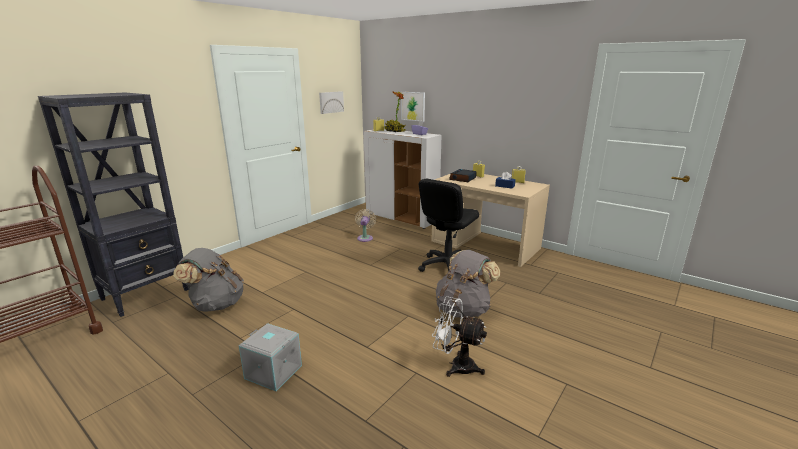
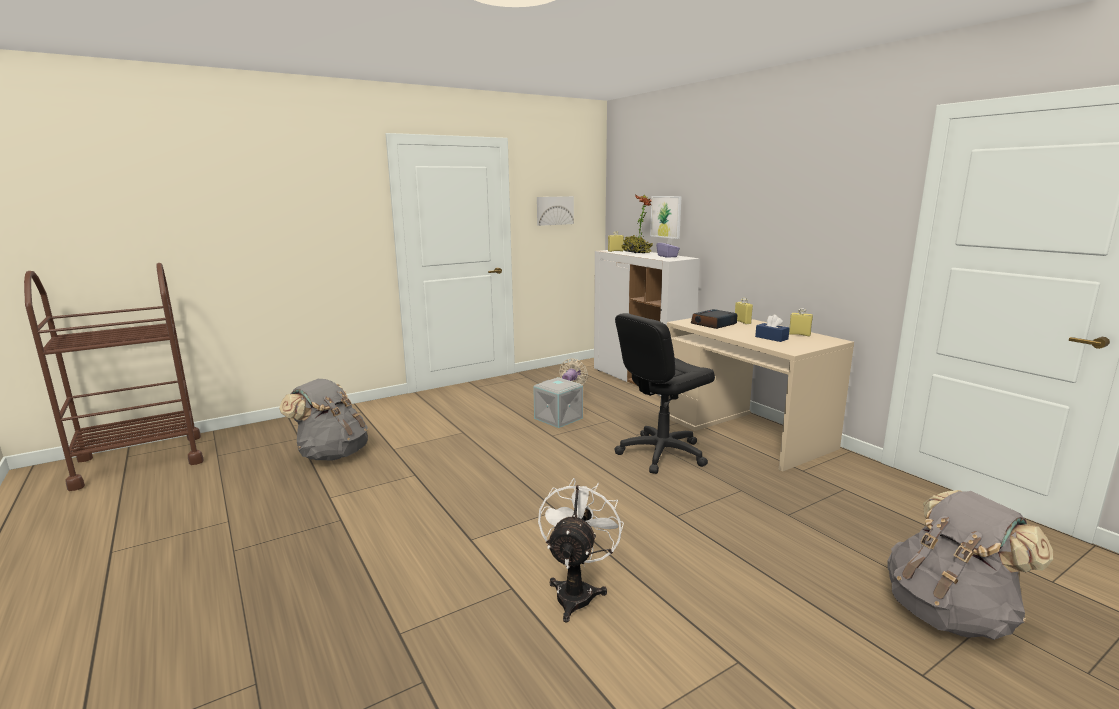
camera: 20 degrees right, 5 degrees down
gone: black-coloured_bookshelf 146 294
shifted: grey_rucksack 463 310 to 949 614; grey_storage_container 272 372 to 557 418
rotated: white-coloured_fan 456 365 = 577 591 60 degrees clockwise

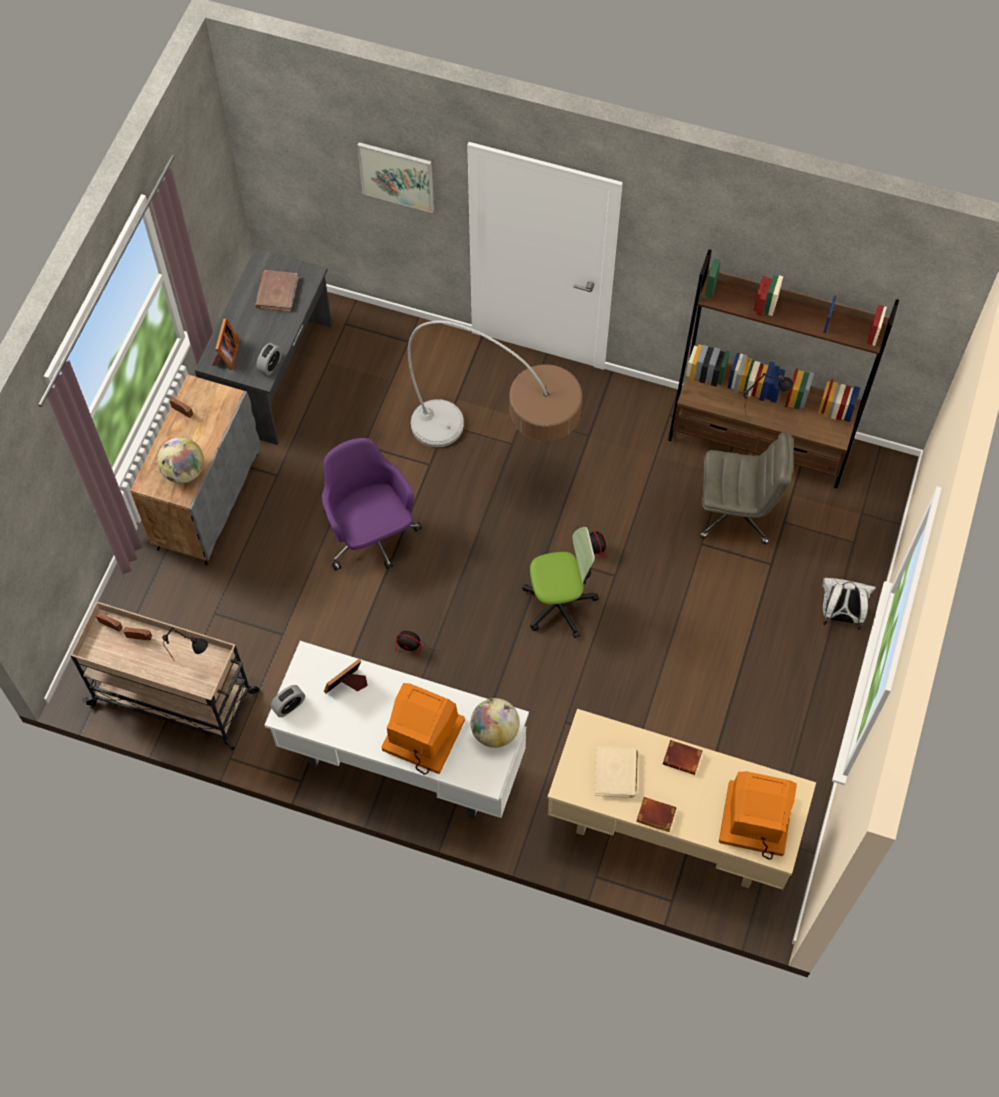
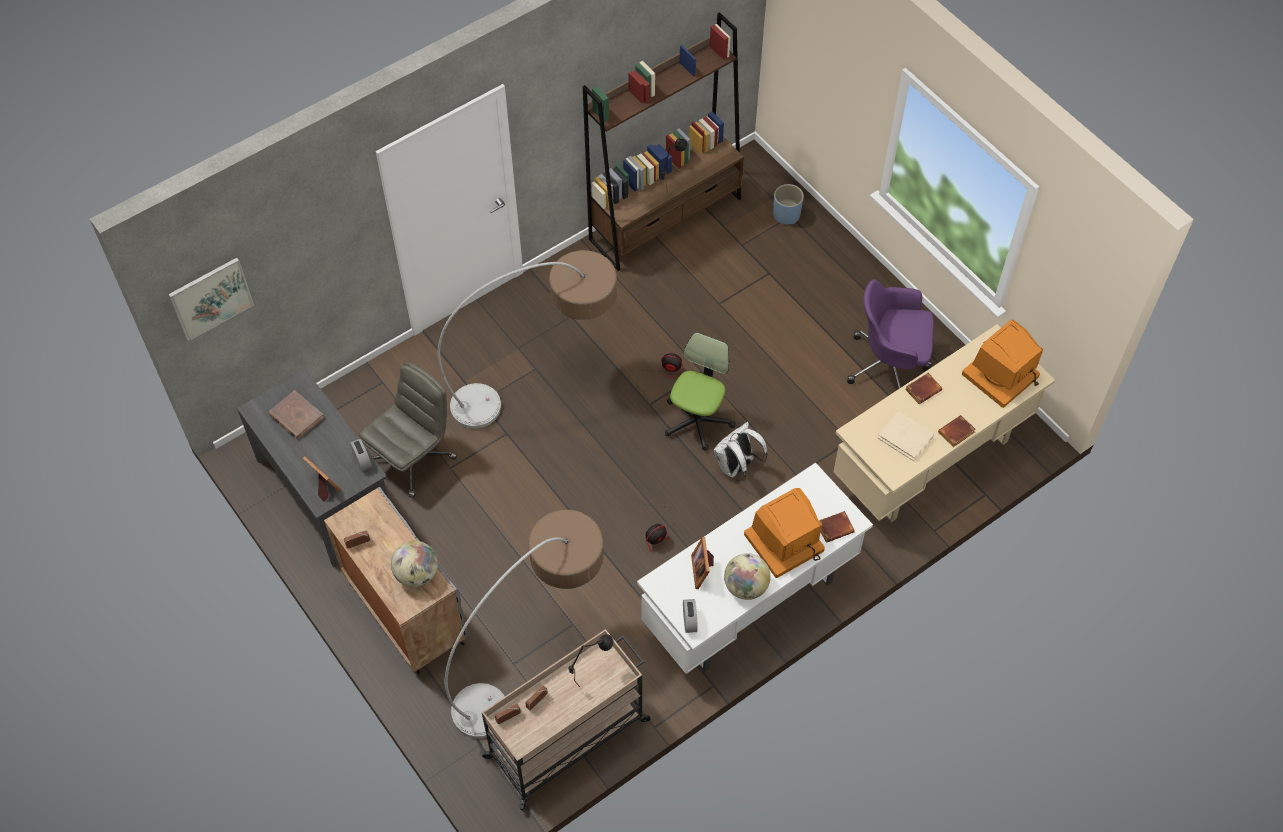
camera: 55 degrees left, 5 degrees down
new: blue-coloured_flower_pot 786 215; standard_lamp 534 658; brownish_bound_book 835 527
shifted: wall_picture 397 176 to 211 298; grey_computer_chair 736 512 to 413 459; purplish_computer_chair 371 535 to 889 365; white-coloured_rucksack 839 616 to 736 467; desk_globe 495 731 to 745 586

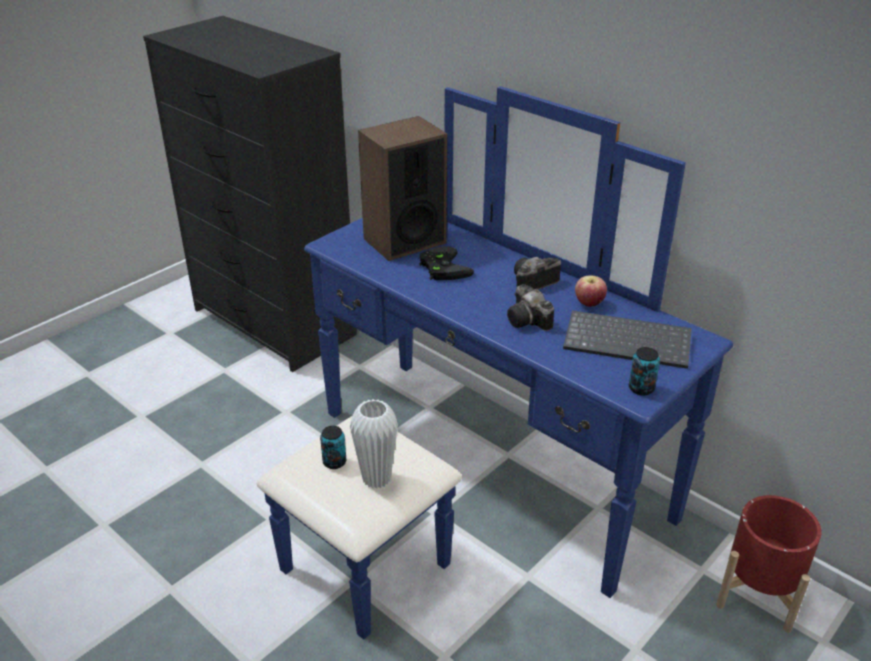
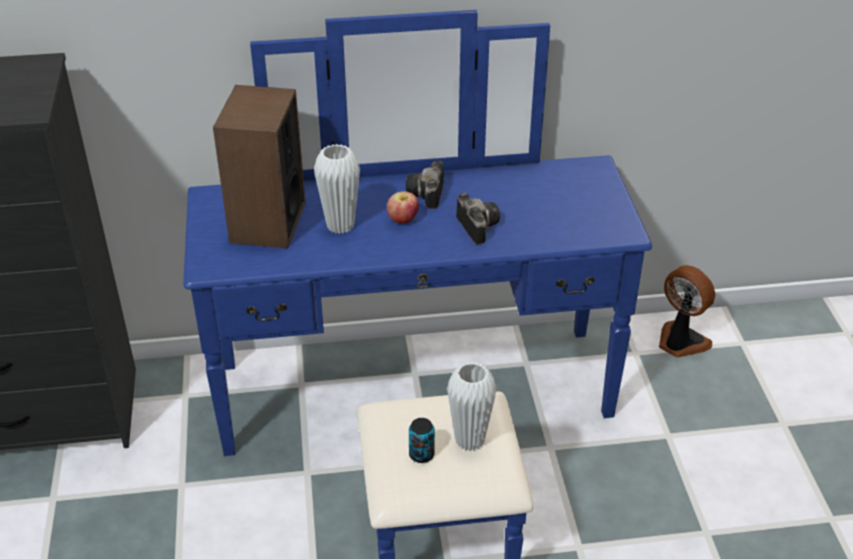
camera: 50 degrees left, 5 degrees up
gone: PC_keyboard 629 341; metal_can 641 388
shifted: whole_apple 589 303 to 403 220
swapped: black-coloured_game_controller 442 267 to white-coloured_vase 340 225; red-coloured_flower_pot 758 593 to fan 680 342
rotated: photo_camera 529 321 = 476 226 120 degrees counterclockwise

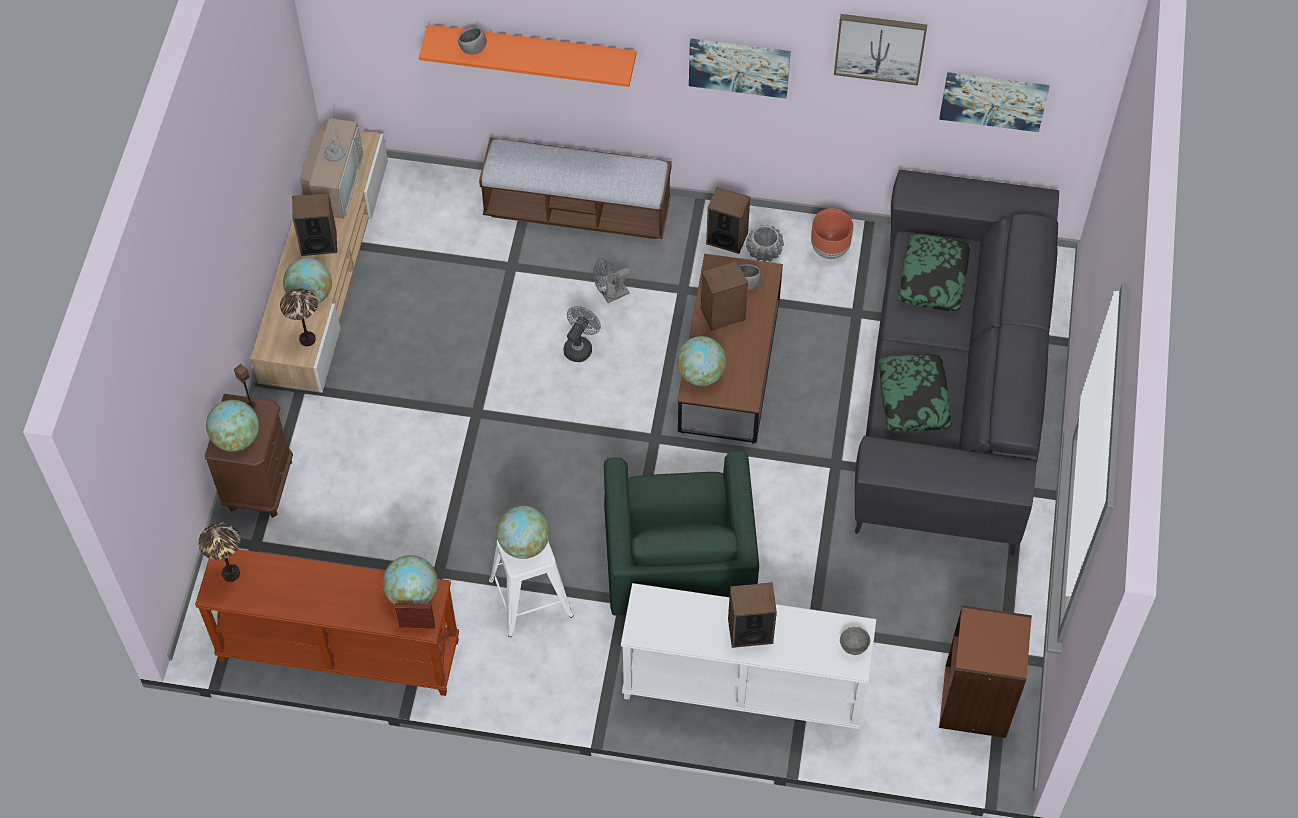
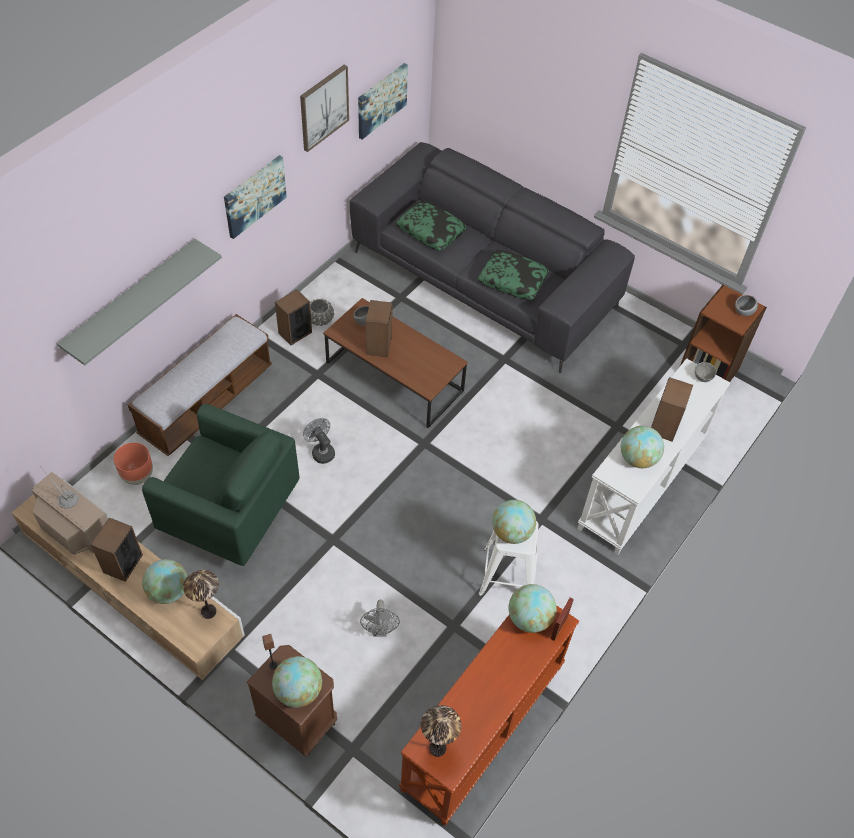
camera: 65 degrees left, 5 degrees down
shifted: grey_serving_bowl 473 49 to 743 312; brownish_flower_pot 829 249 to 137 476; grey_fan 611 295 to 380 630; desk_globe 701 374 to 638 459; green-coloured_easy_chair 678 568 to 230 514
repainted: orangey_wall_shelf 532 49 to grey_wall_shelf 132 300

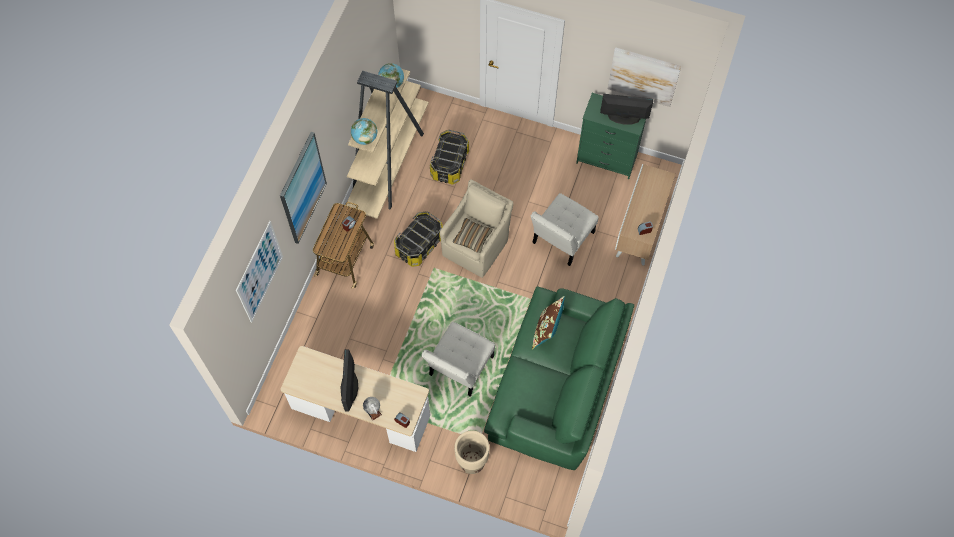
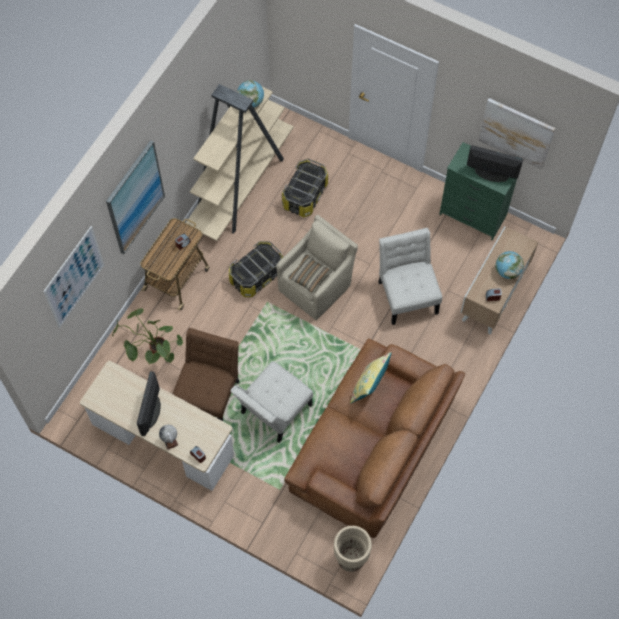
camera: 10 degrees right, 0 degrees up
new: potted_plant 152 352; brownish_chair 209 393
shifted: desk_globe 365 138 to 507 271; sand-coloured_flower_pot 472 462 to 351 559
repainted: green-coloured_sofa 557 384 to brownish_sofa 373 445; brownish_cushion 547 331 to yellow-coloured_cushion 369 386
rotated: white-coloured_chair 561 240 = 407 294 120 degrees clockwise

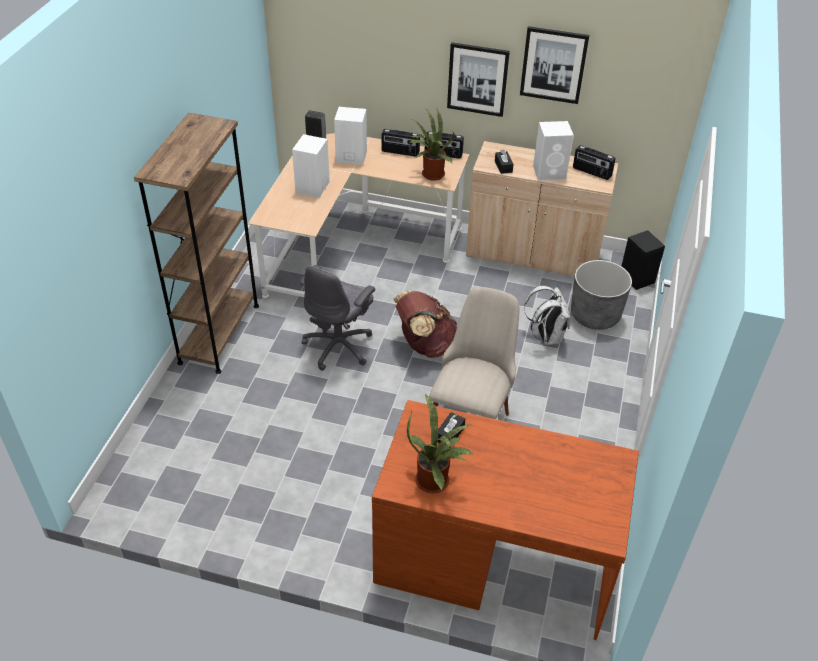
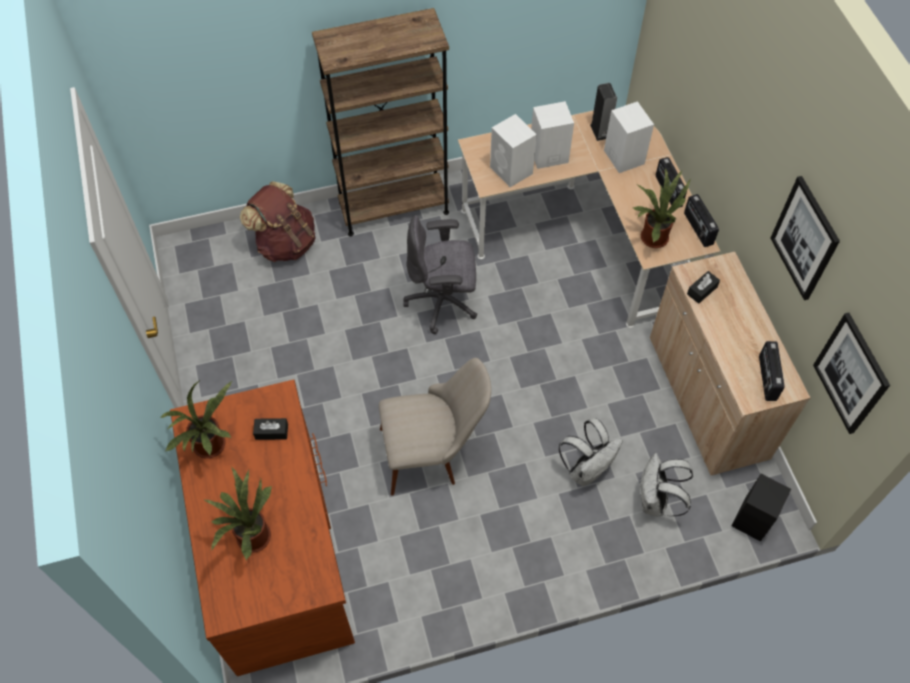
camera: 60 degrees right, 15 degrees up
new: potted_plant 251 535
shifted: wall_picture 477 79 to 851 374; white-coloured_loudspeaker 550 172 to 512 171; brownish_rucksack 424 345 to 285 243
swapped: grey_flower_pot 595 315 to white-coloured_rucksack 655 501

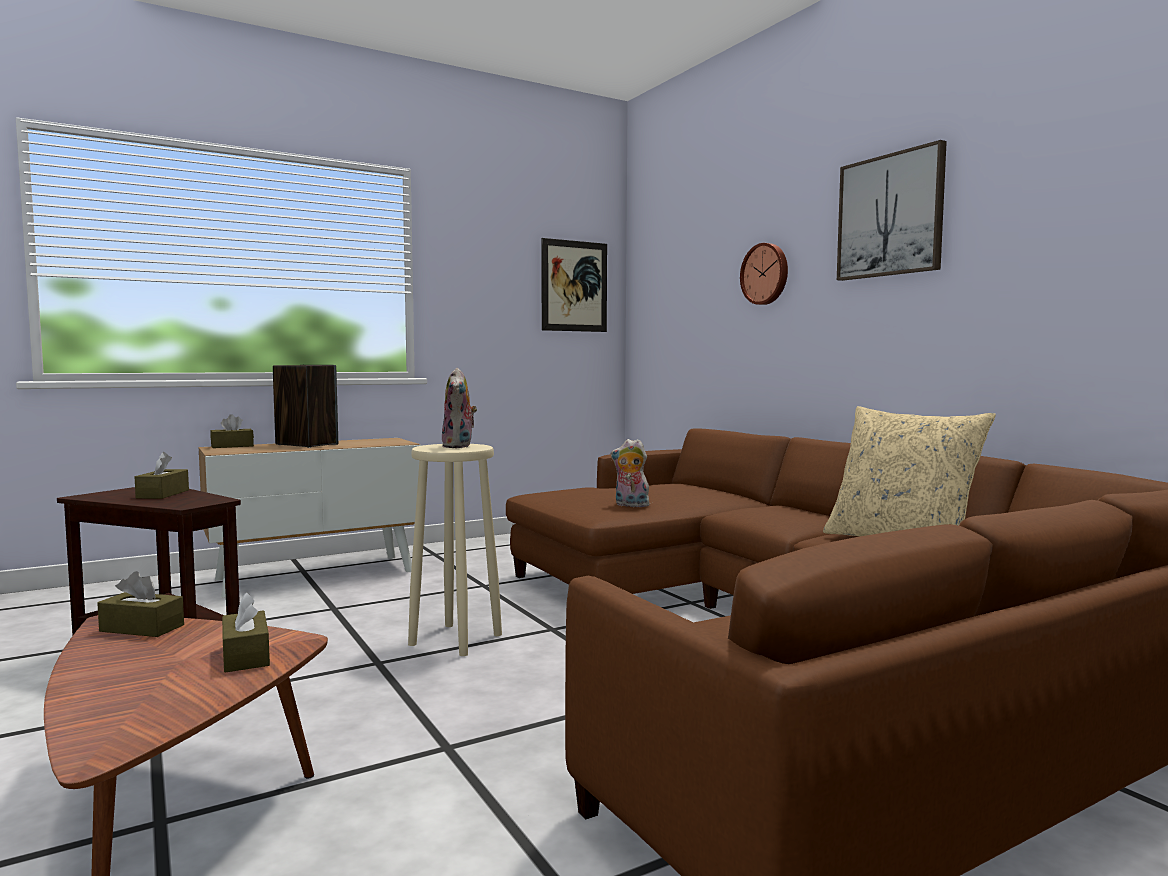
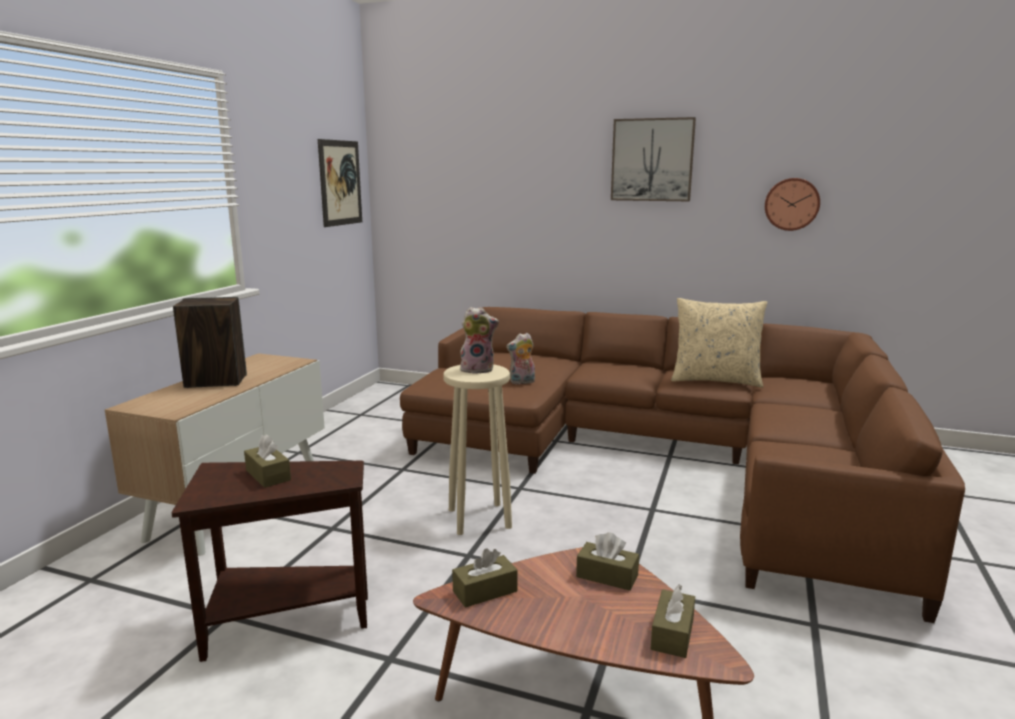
camera: 40 degrees left, 10 degrees up
shifted: clock_on_the_wall 766 274 to 791 204; brownish_tissue_holder 232 446 to 672 634
rotated: plush_toy 459 446 = 478 369 45 degrees counterclockwise

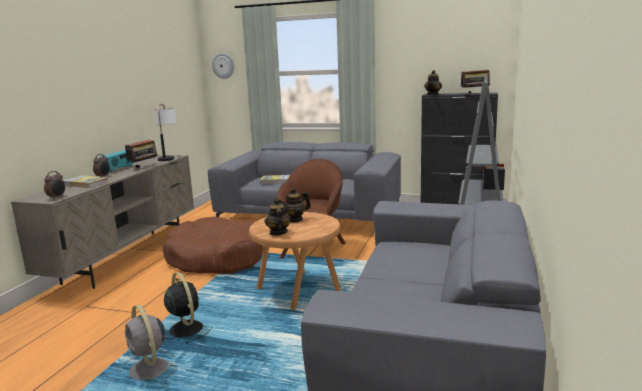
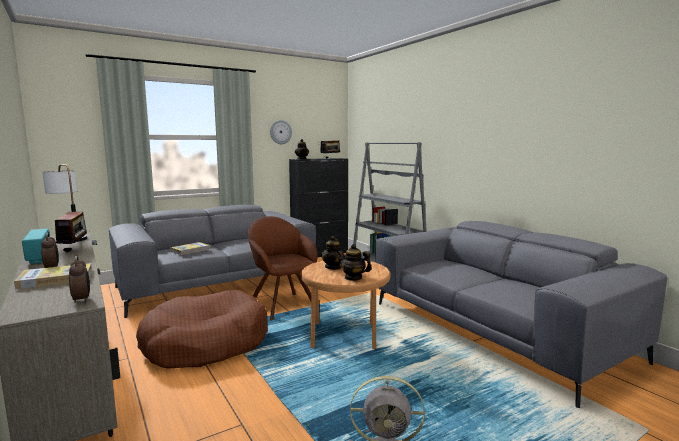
camera: 50 degrees left, 5 degrees down
gone: black-coloured_fan 185 328
shifted: clock_on_the_wall 223 65 to 280 132

